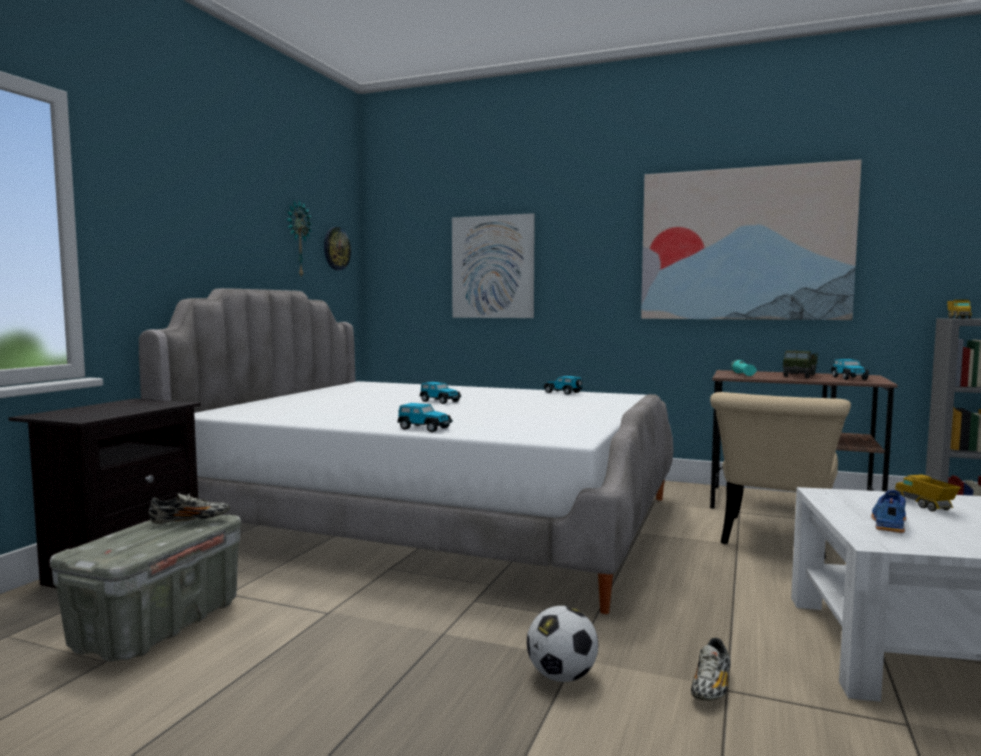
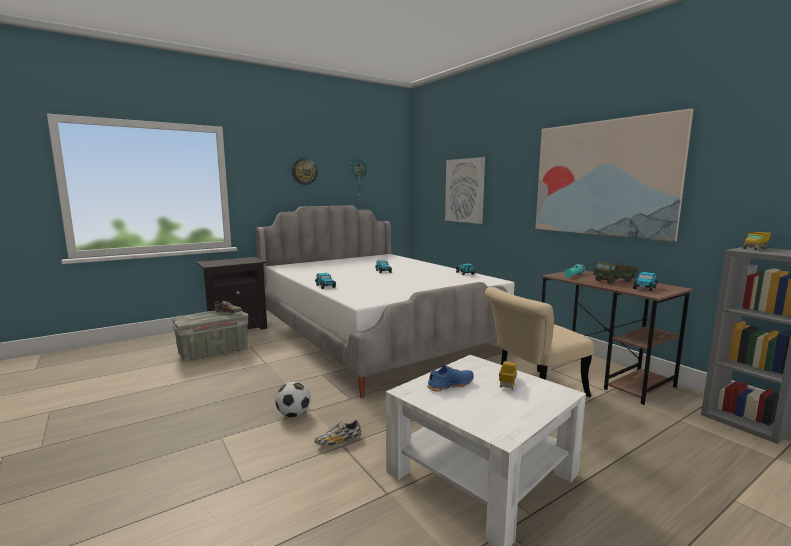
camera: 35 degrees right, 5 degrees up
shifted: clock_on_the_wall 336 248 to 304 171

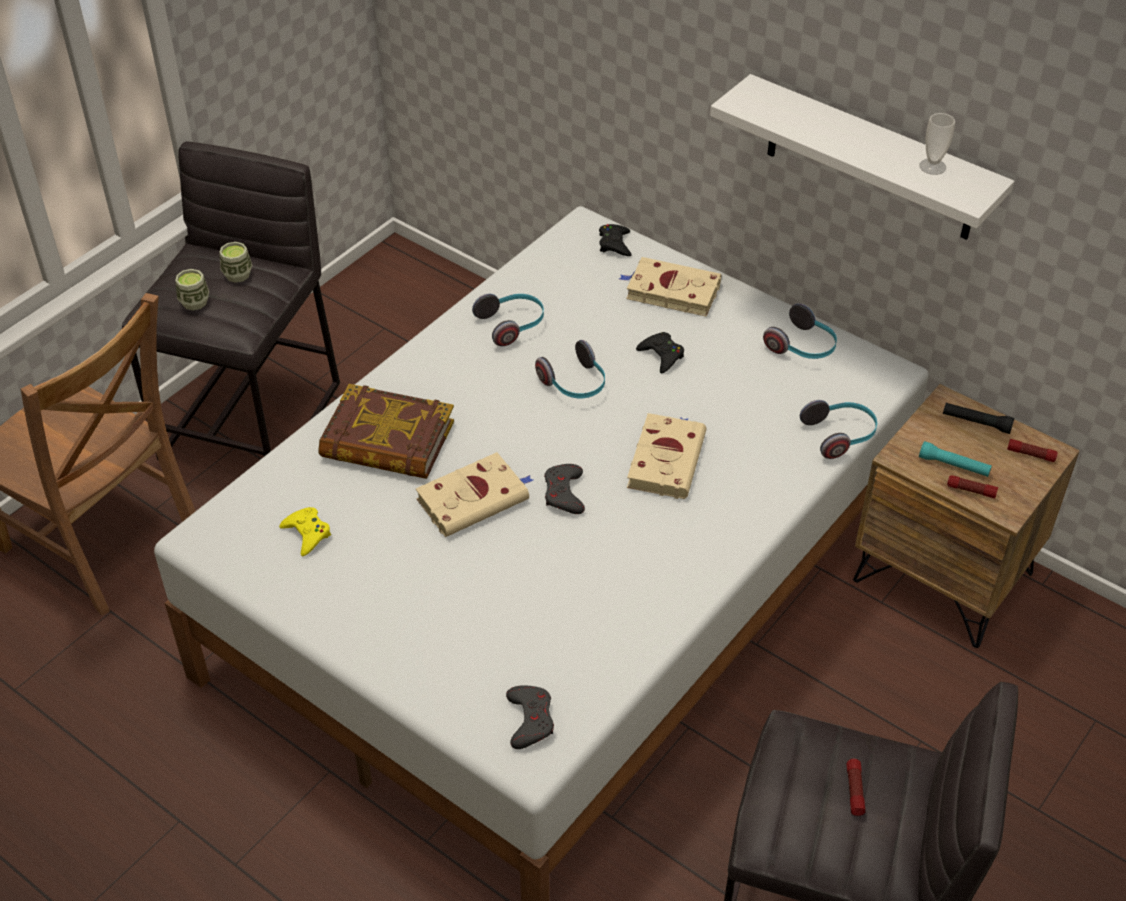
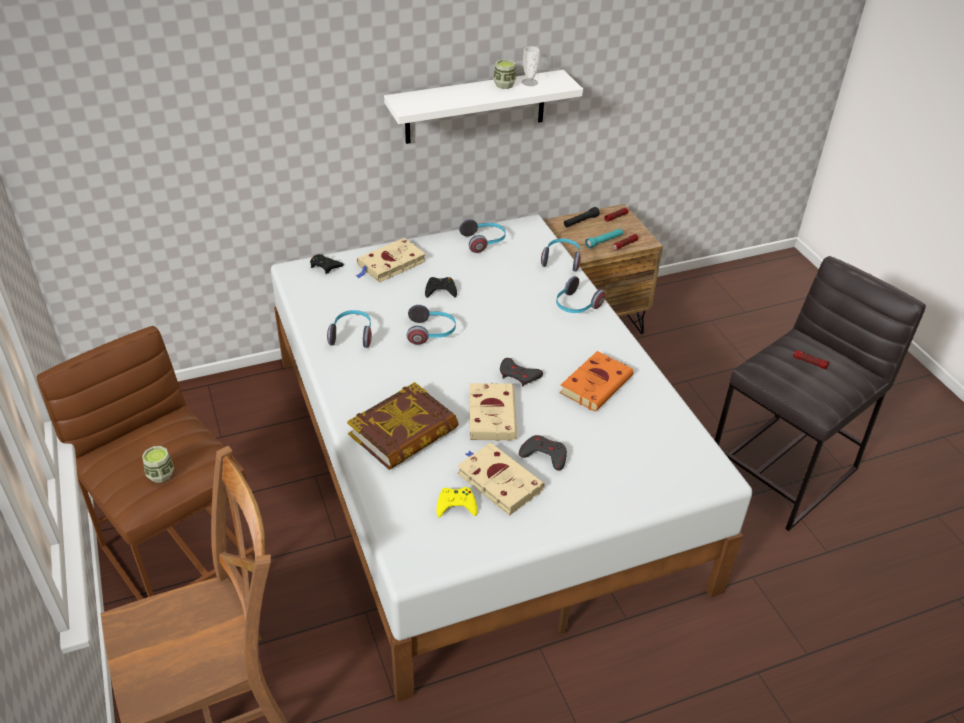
camera: 60 degrees left, 5 degrees down
new: headphones 576 306; orangey_bound_book 597 384
shifted: cup 237 274 to 504 85; sand-coloured_bound_book 666 458 to 497 481; grey_game_controller 530 720 to 544 455
repainted: grey_stool_seat 253 420 to brownish_stool_seat 183 558

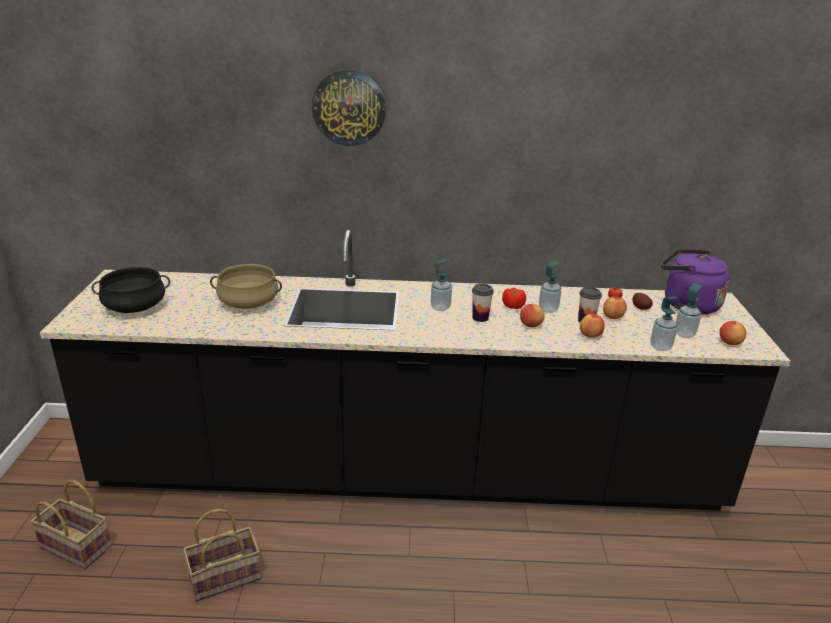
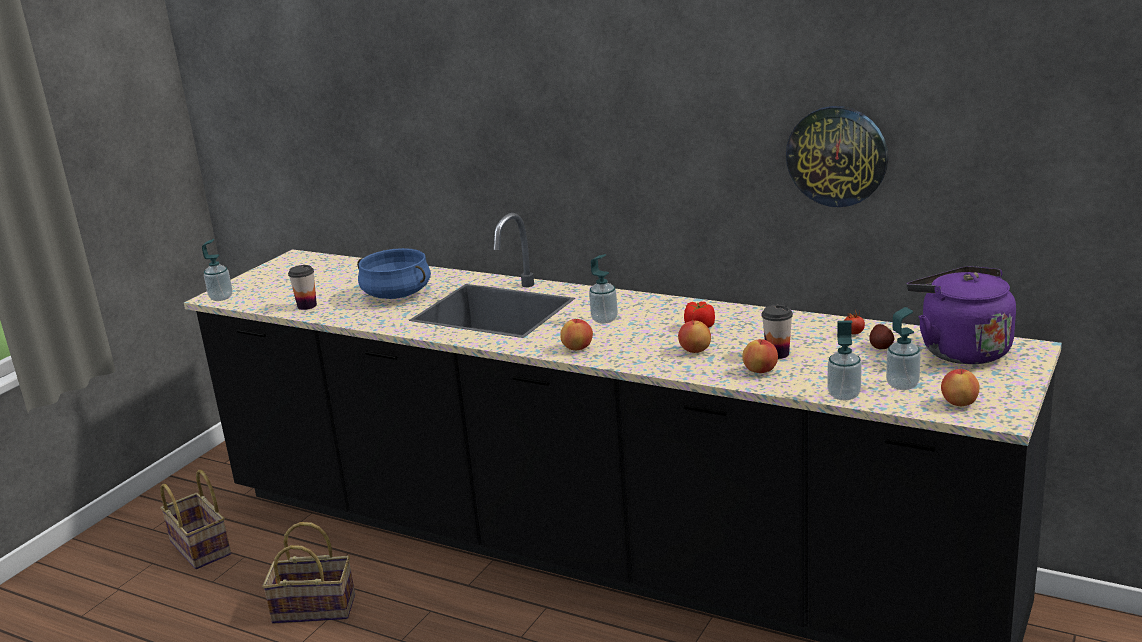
camera: 30 degrees right, 5 degrees down
gone: black-coloured_cooking_pot 135 306
shifted: clock_on_the_wall 349 108 to 837 156; soap_dispenser 548 309 to 221 298; cup 480 318 to 307 306; whole_apple 612 317 to 577 348
repainted: sand-coloured_cooking_pot 248 303 to blue-coloured_cooking_pot 396 294

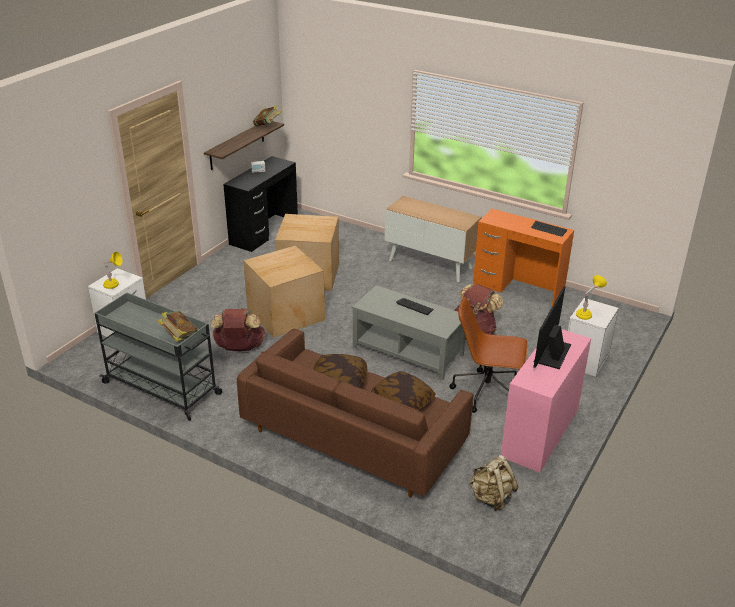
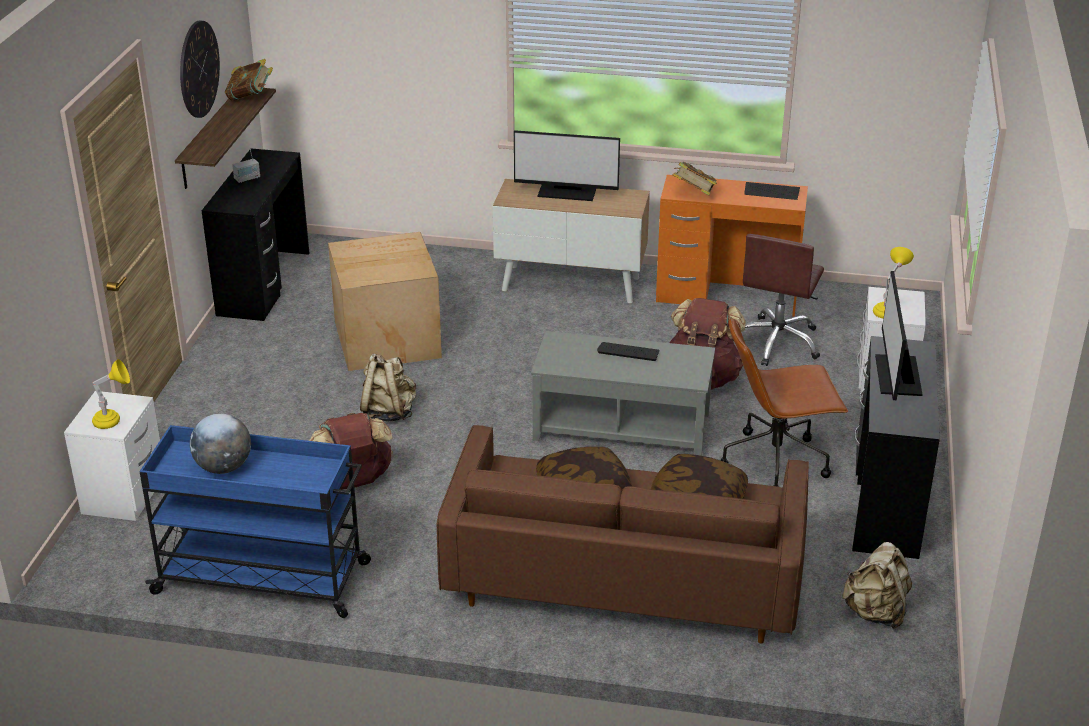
camera: 20 degrees left, 0 degrees up
new: clock_on_the_wall 199 69; computer_screen 567 192; brownish_computer_chair 777 342; desk_globe 224 467
shifted: bound_book 179 336 to 693 194
swapped: cardboard_box 284 314 to sand-coloured_rucksack 388 412
repainted: grey_cart 163 389 to blue-coloured_cart 264 578; pink-coloured_desk 541 432 to black-coloured_desk 886 502

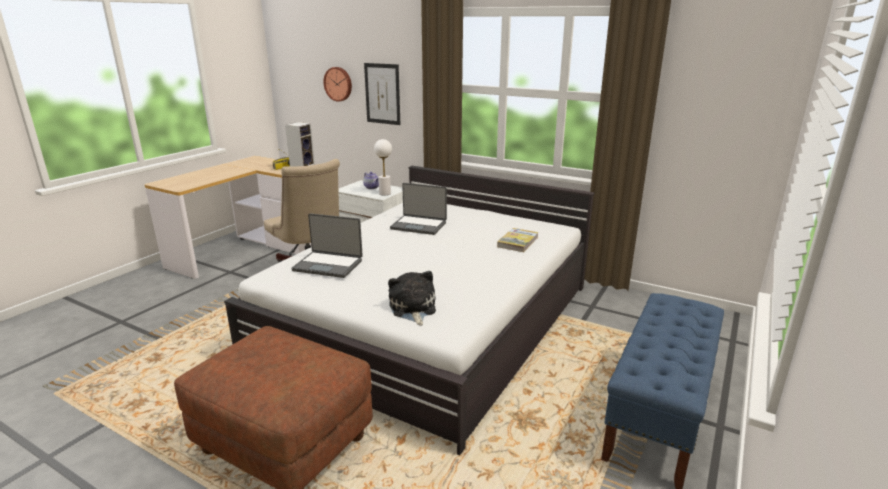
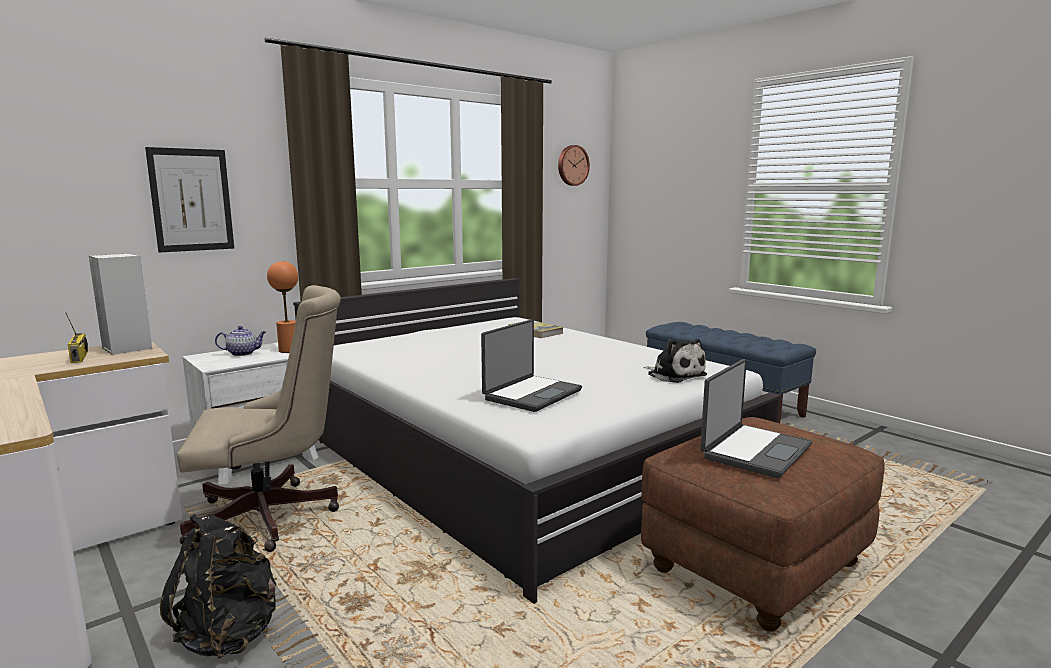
camera: 70 degrees left, 10 degrees down
new: black-coloured_rucksack 230 634
shifted: clock_on_the_wall 338 84 to 572 165; portable_computer 419 225 to 754 451
repainted: white-coloured_tabletop_lamp 384 193 to orangey_tabletop_lamp 288 350
rotated: plush_toy 412 309 = 674 375 135 degrees counterclockwise

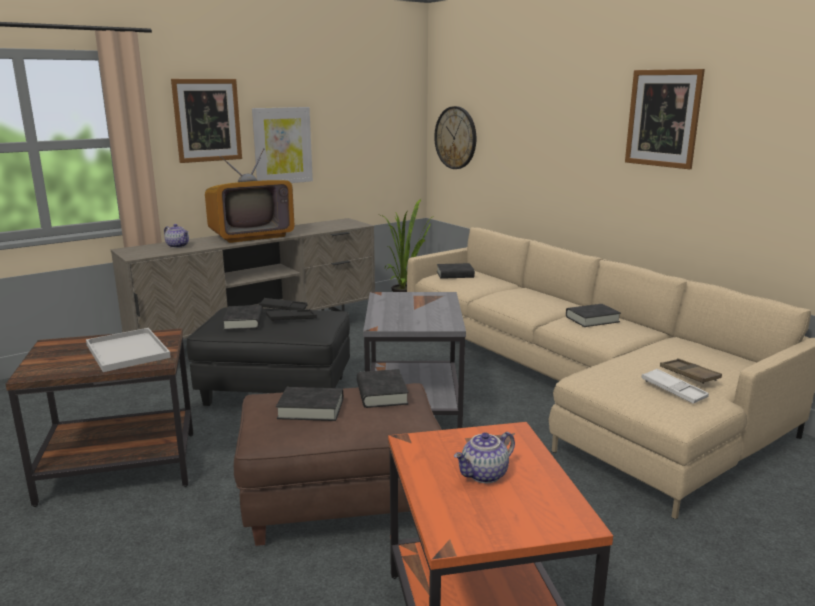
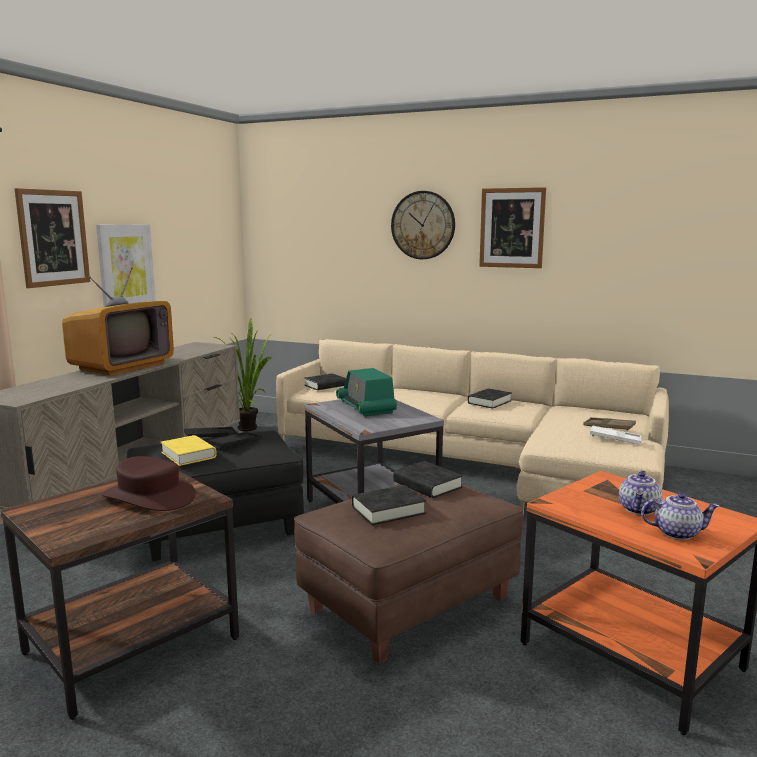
camera: 30 degrees left, 5 degrees down
new: radio_receiver 366 407
shifted: clock_on_the_wall 456 138 to 423 225; tea_pot 178 246 to 677 533
swapped: white-coloured_carrying_tray 129 351 to brownish_hat 149 496
repainted: black-coloured_bound_book 243 322 to yellow-coloured_bound_book 188 455

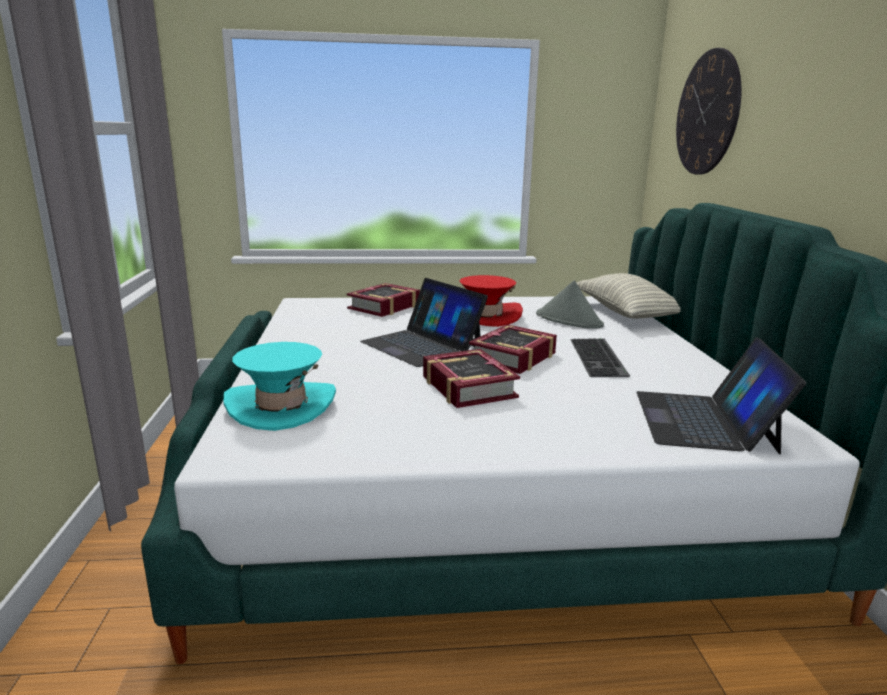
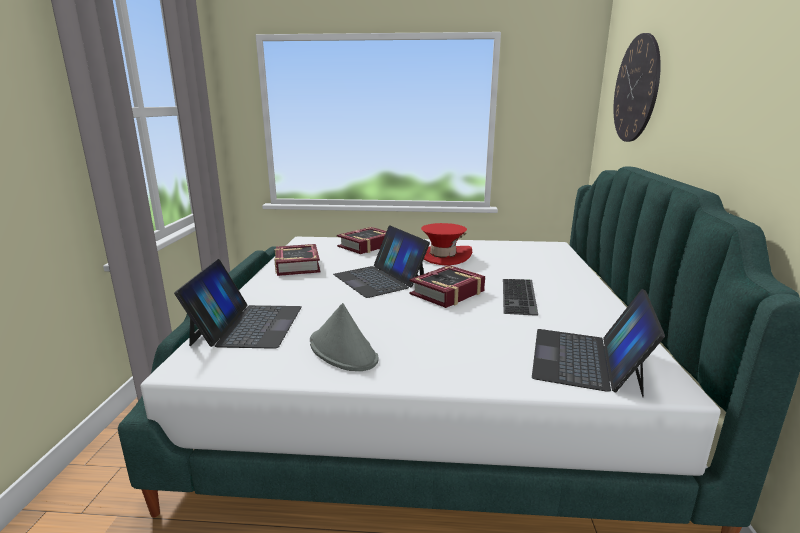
camera: 10 degrees right, 0 degrees up
gone: cushion 626 313
shifted: grey_hat 569 320 to 343 350; bound_book 467 387 to 297 265
swapped: turquoise_hat 281 406 to portable_computer 247 325

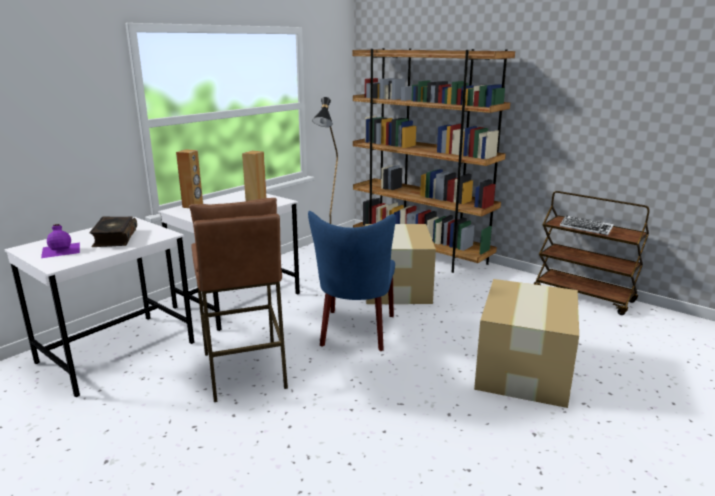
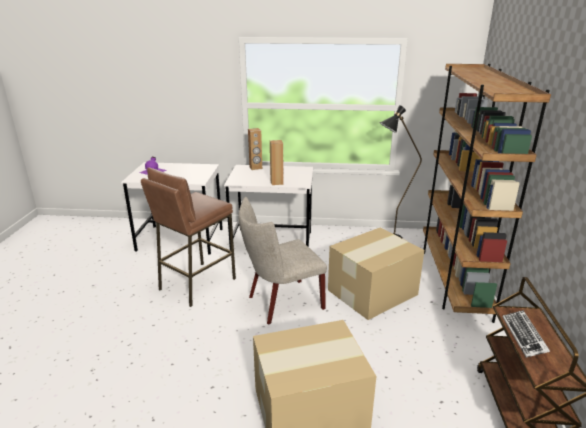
camera: 55 degrees right, 5 degrees up
gone: bound_book 114 238
repainted: blue-coloured_chair 356 333 to sand-coloured_chair 281 303

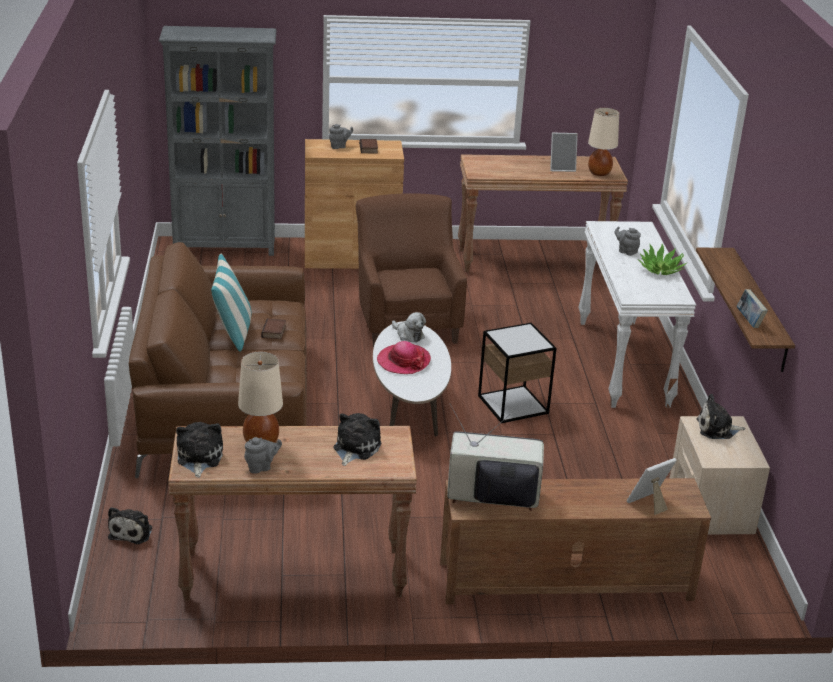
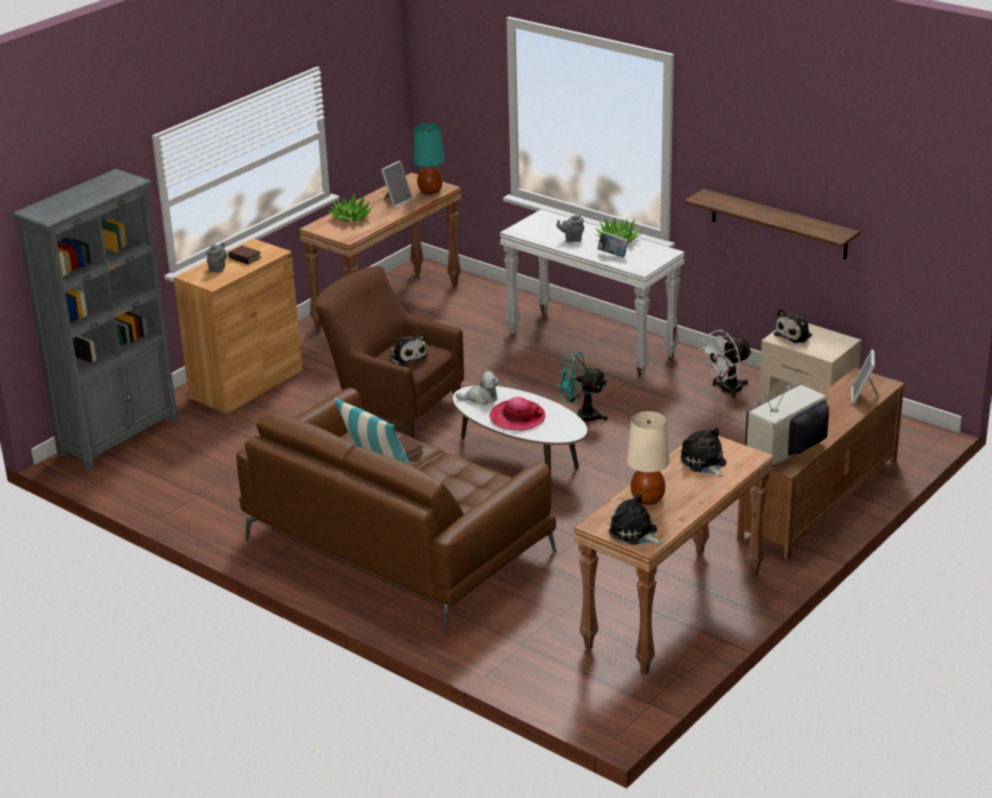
camera: 45 degrees left, 0 degrees up
gone: grey_tea_pot 261 467
new: potted_plant 351 217; white-coloured_fan 726 390
shifted: bound_book 749 321 to 613 255; plush_toy 132 531 to 407 356
swapped: end_table 513 404 to turquoise_fan 581 416
repainted: sand-coloured_tabletop_lamp 599 173 to turquoise_tabletop_lamp 430 191

